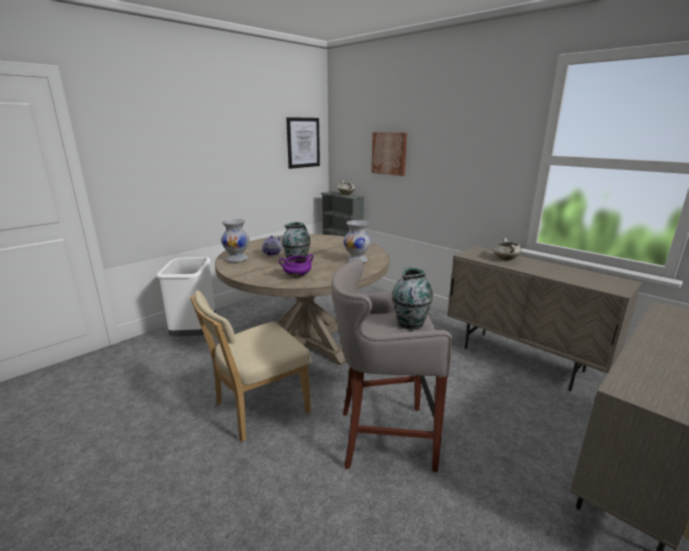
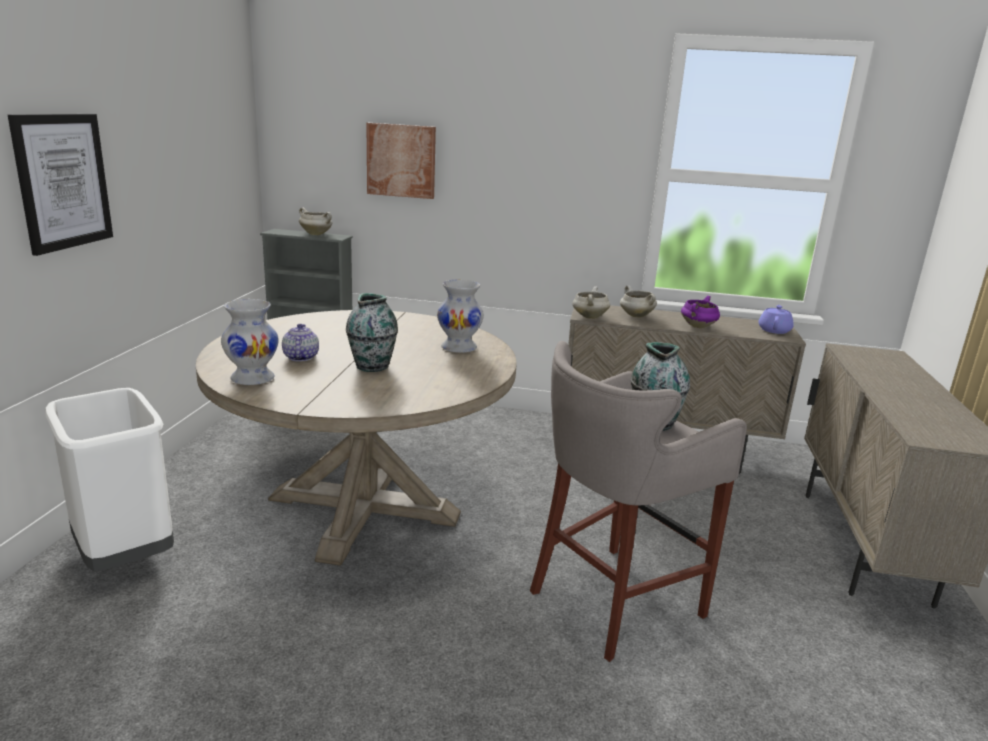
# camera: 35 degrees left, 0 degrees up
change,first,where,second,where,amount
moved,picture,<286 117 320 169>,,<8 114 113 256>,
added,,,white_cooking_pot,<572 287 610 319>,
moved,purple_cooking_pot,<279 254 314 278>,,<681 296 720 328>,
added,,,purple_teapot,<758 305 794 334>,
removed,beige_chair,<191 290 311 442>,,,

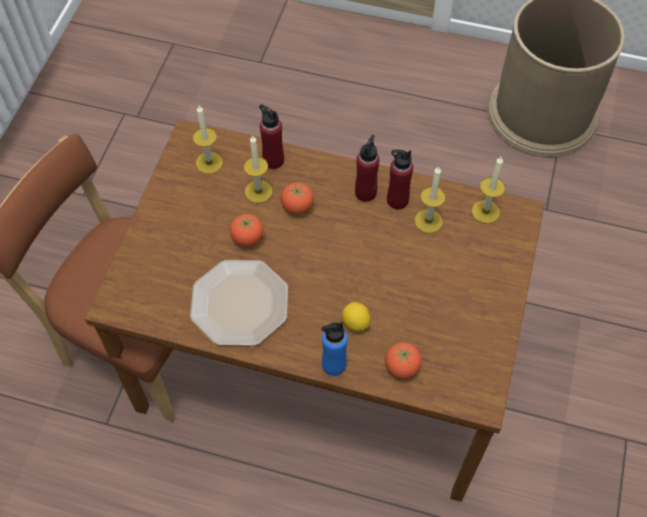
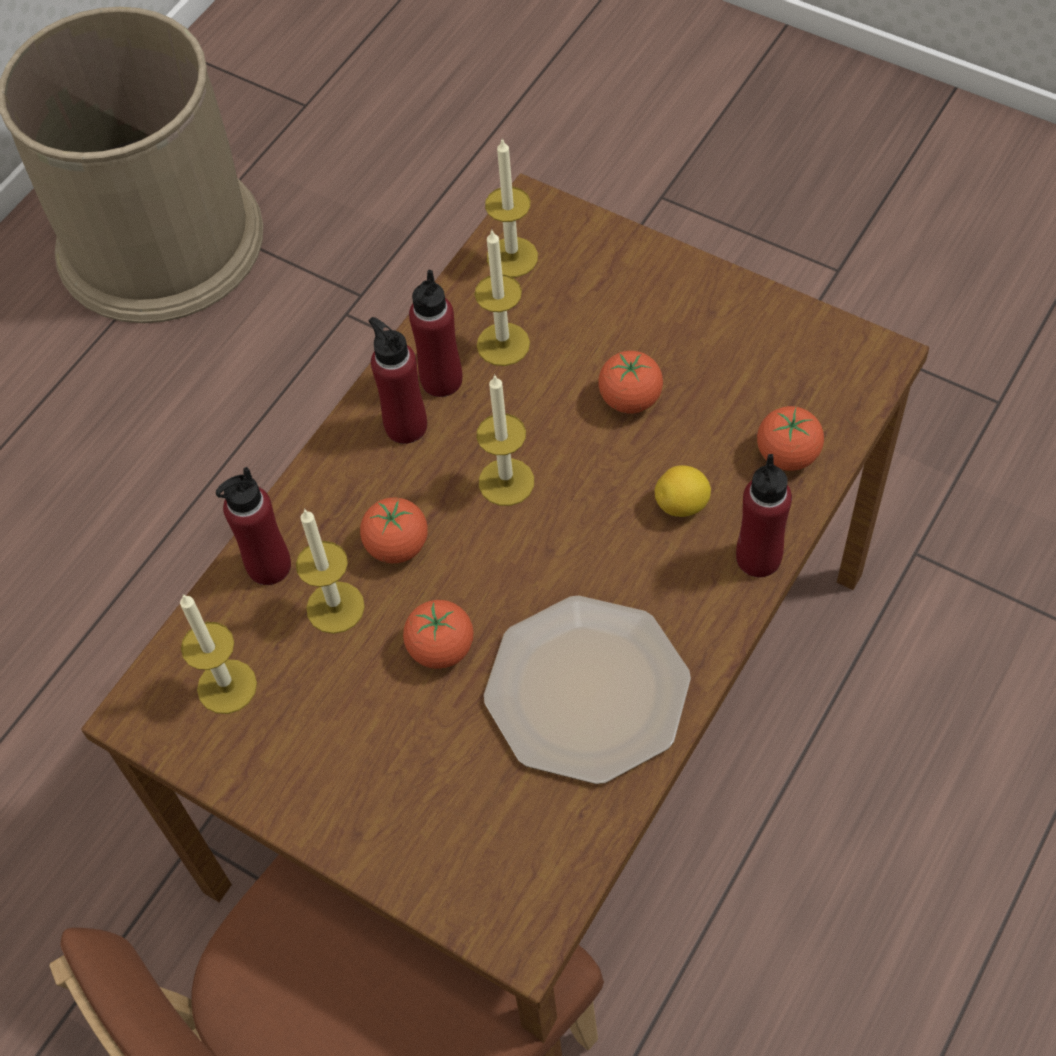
# camera: 70 degrees left, 0 degrees up
change,first,where,second,where,amount
added,,,candle,<477 374 534 506>,
added,,,tomato,<598 351 663 414>,
recoloured,blue_bottle,<321 322 348 376>,red_bottle,<736 454 792 577>,

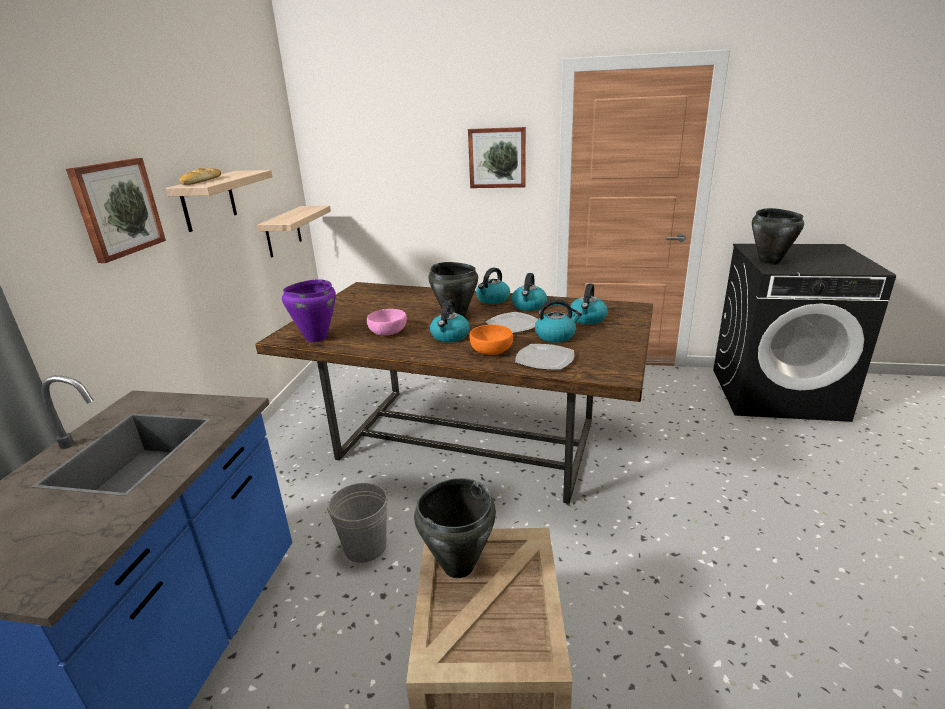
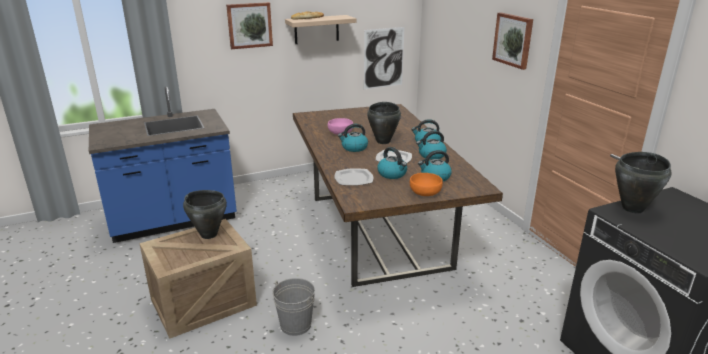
# camera: 55 degrees right, 0 degrees up
change,first,where,second,where,amount
moved,grey_bucket,<325 483 391 563>,,<272 278 315 336>,
replaced,shelf,<257 206 331 258>,picture,<364 27 404 89>,
moved,orange_bowl,<469 325 513 355>,,<410 173 443 196>,
removed,purple_cooking_pot,<282 279 336 342>,,,

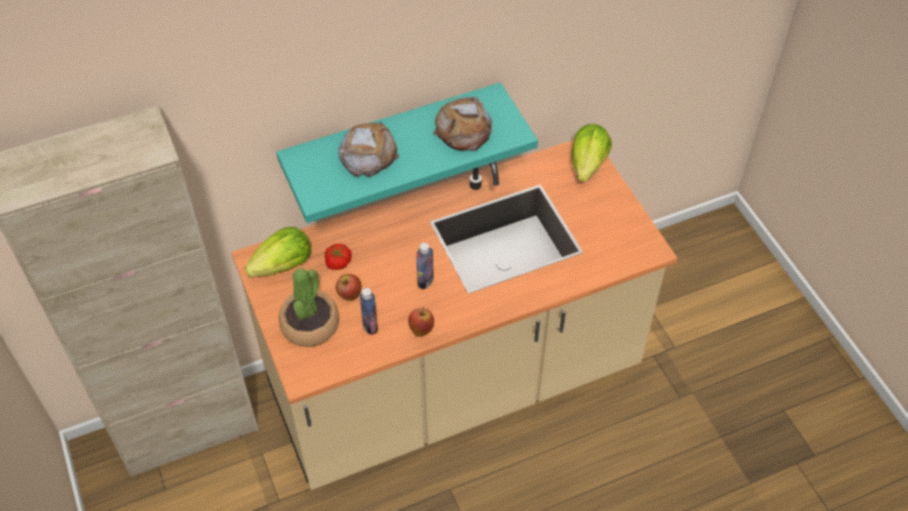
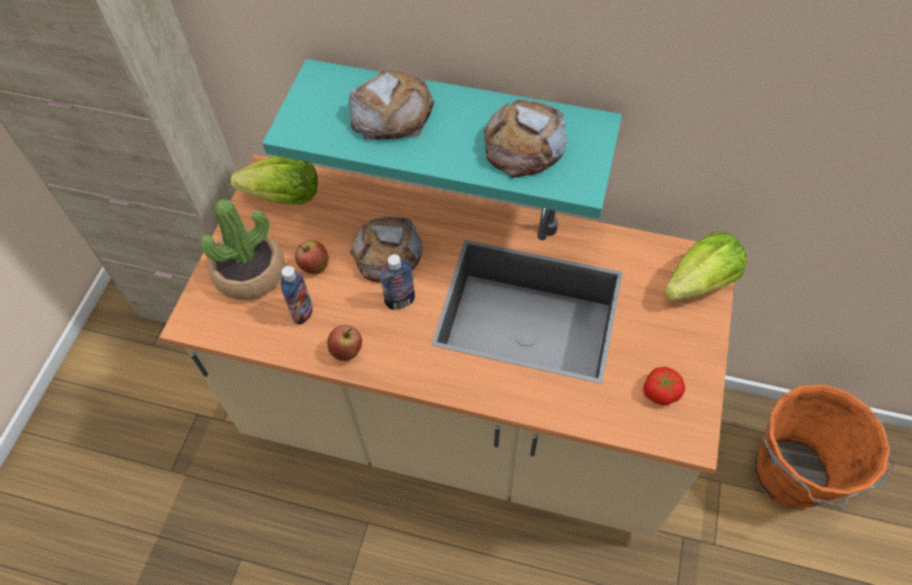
# camera: 40 degrees right, 5 degrees up
change,first,where,second,where,amount
added,,,bread,<350 216 423 283>,
moved,tomato,<325 244 352 270>,,<643 367 685 405>,
added,,,orange_bucket,<755 384 894 510>,

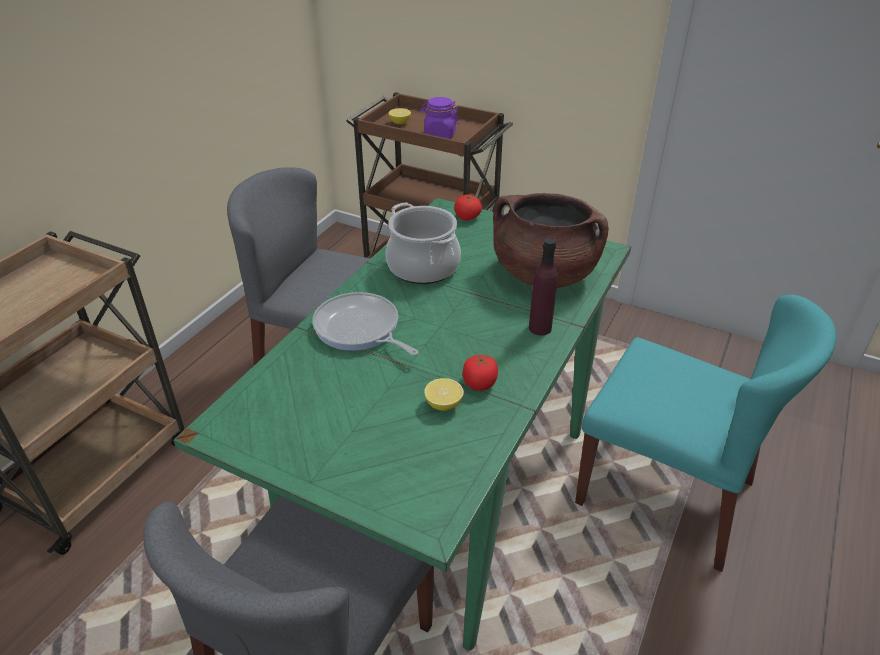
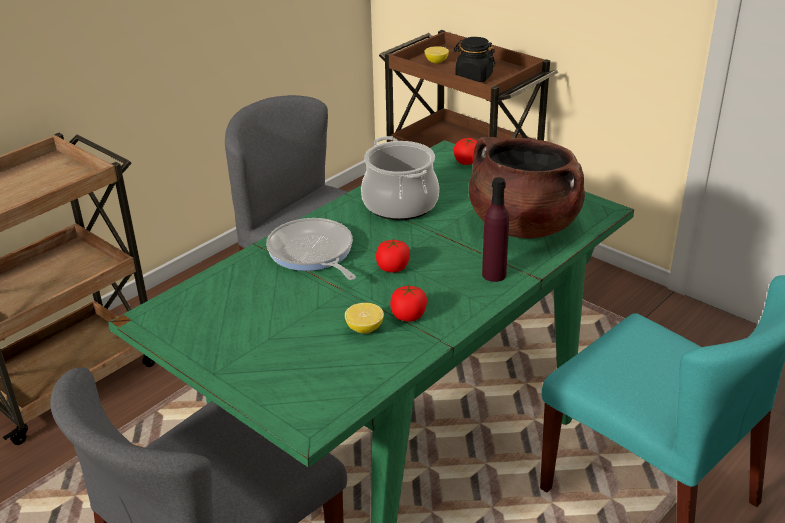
# camera: 15 degrees right, 5 degrees down
change,first,where,second,where,amount
added,,,tomato,<376 239 410 273>,
recoloured,purple_jar,<420 97 459 139>,black_jar,<454 37 496 82>,

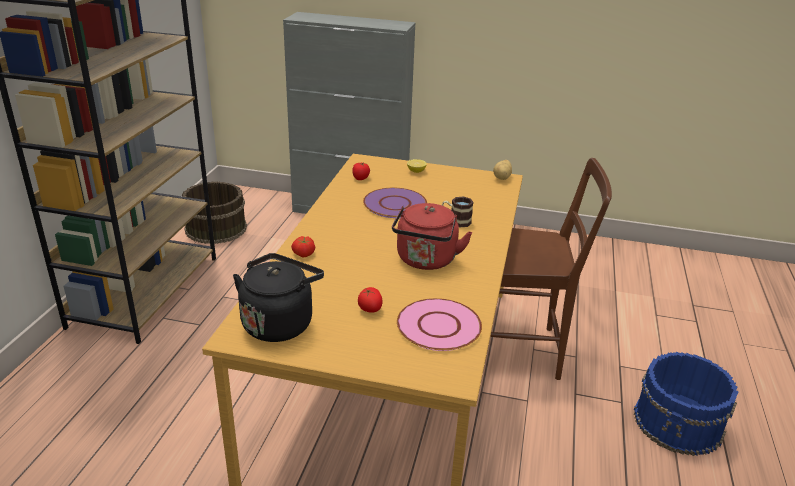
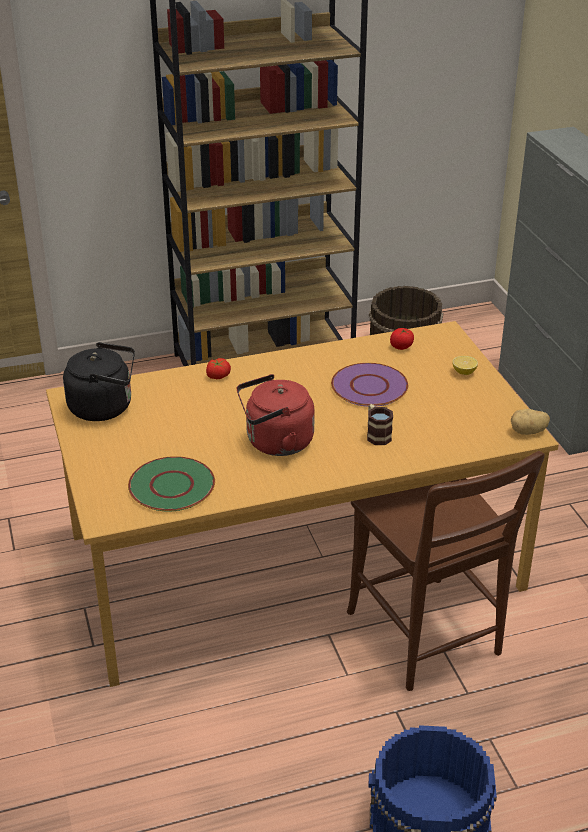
# camera: 60 degrees right, 5 degrees up
change,first,where,second,where,amount
recoloured,pink_plate,<397 298 482 351>,green_plate,<128 456 215 512>,
removed,tomato,<358 287 382 313>,,,

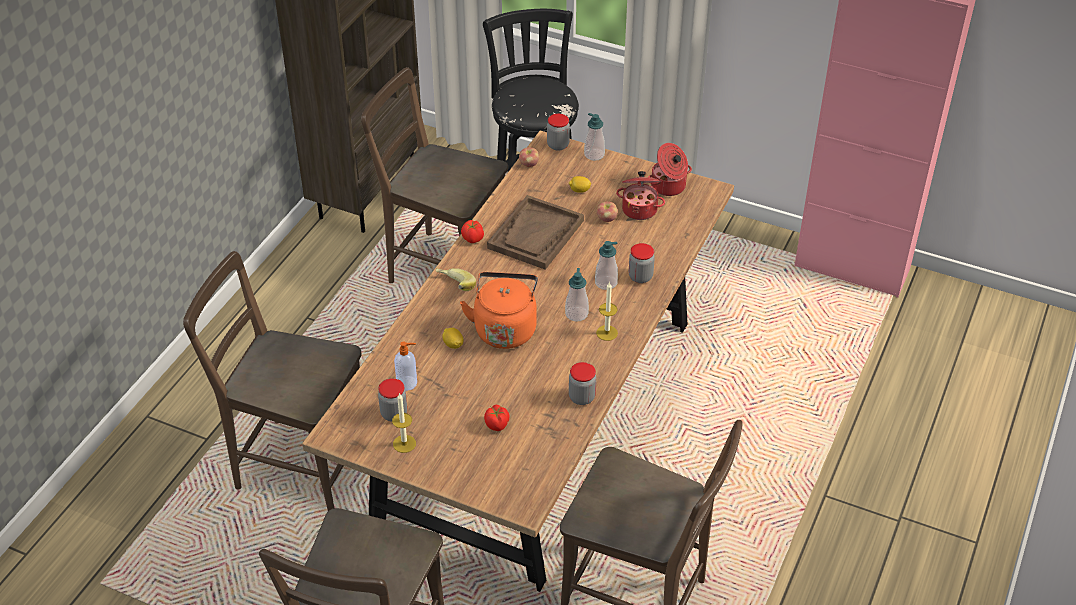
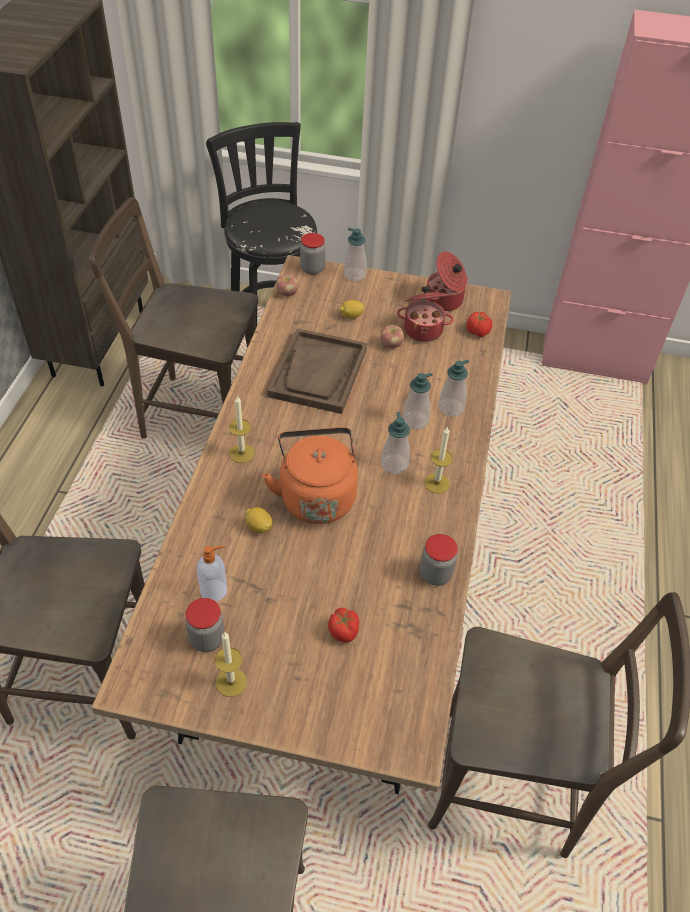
# camera: 15 degrees left, 5 degrees up
change,first,where,second,where,amount
replaced,banana,<436 268 476 291>,candle,<229 395 255 463>,
replaced,jar,<629 243 655 283>,soap_dispenser,<439 359 469 416>,
moved,tomato,<461 220 484 243>,,<467 312 492 337>,

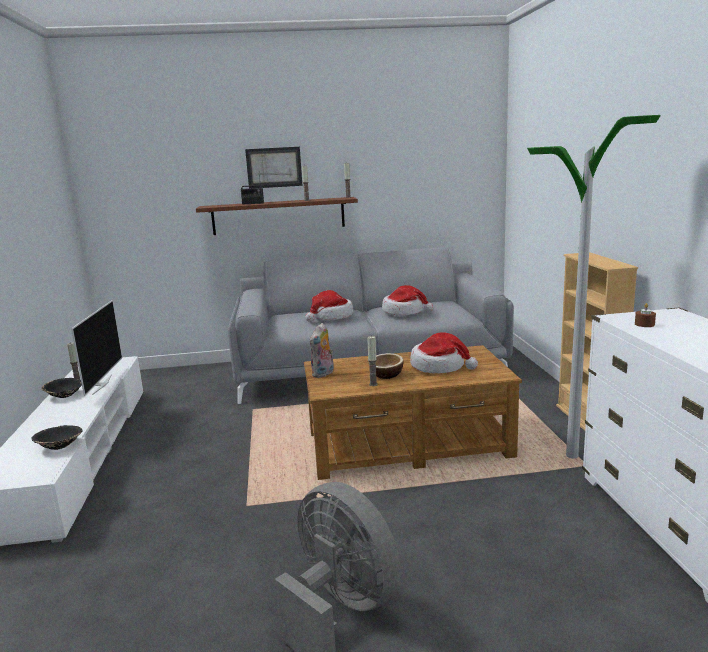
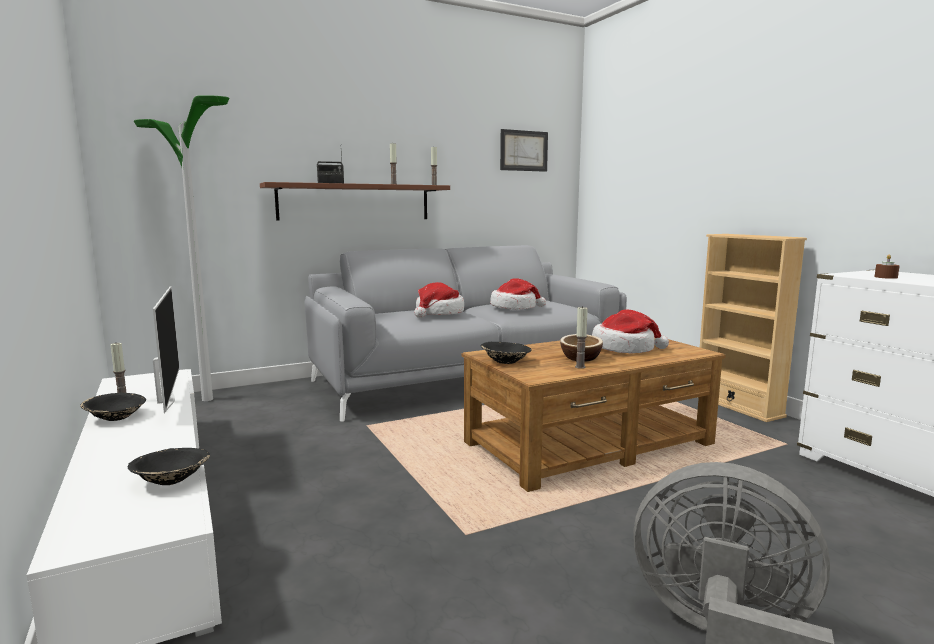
# camera: 20 degrees left, 5 degrees down
change,first,where,second,where,amount
moved,floor_lamp,<527 115 661 459>,,<134 95 229 401>,
replaced,plush_toy,<310 323 334 378>,black_bowl,<481 342 532 364>,
moved,picture,<245 147 303 188>,,<500 129 548 172>,

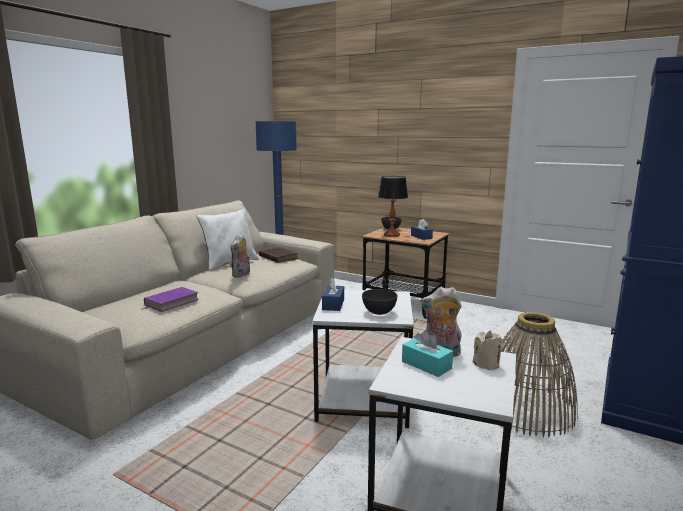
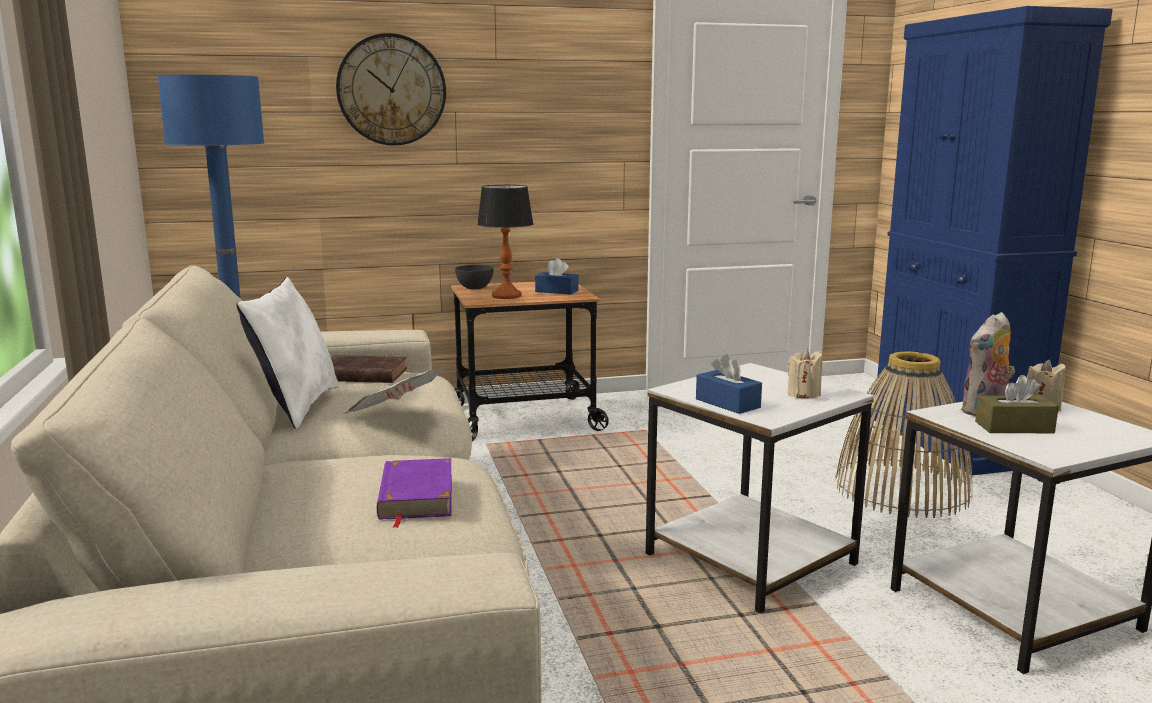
# camera: 45 degrees left, 0 degrees up
change,first,where,second,where,amount
added,,,wall_clock,<336 33 446 146>,
replaced,plush_toy,<231 233 250 278>,newspaper,<345 369 444 413>,
replaced,grey_bowl,<362 289 397 315>,beige_candle,<787 348 823 398>,
recoloured,turquoise_tissue_box,<402 330 453 377>,brown_tissue_box,<975 375 1059 433>,

